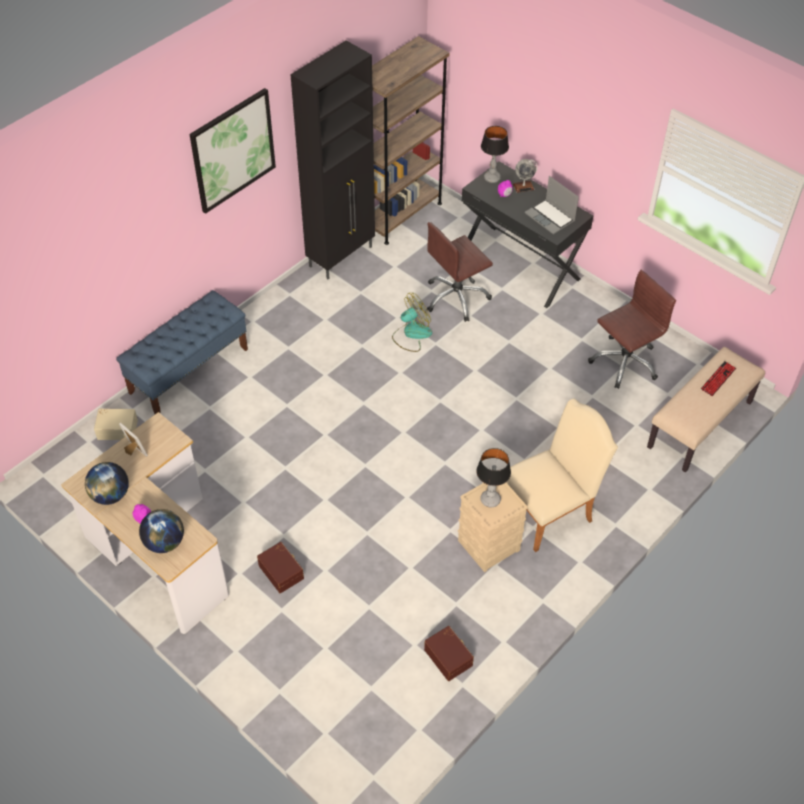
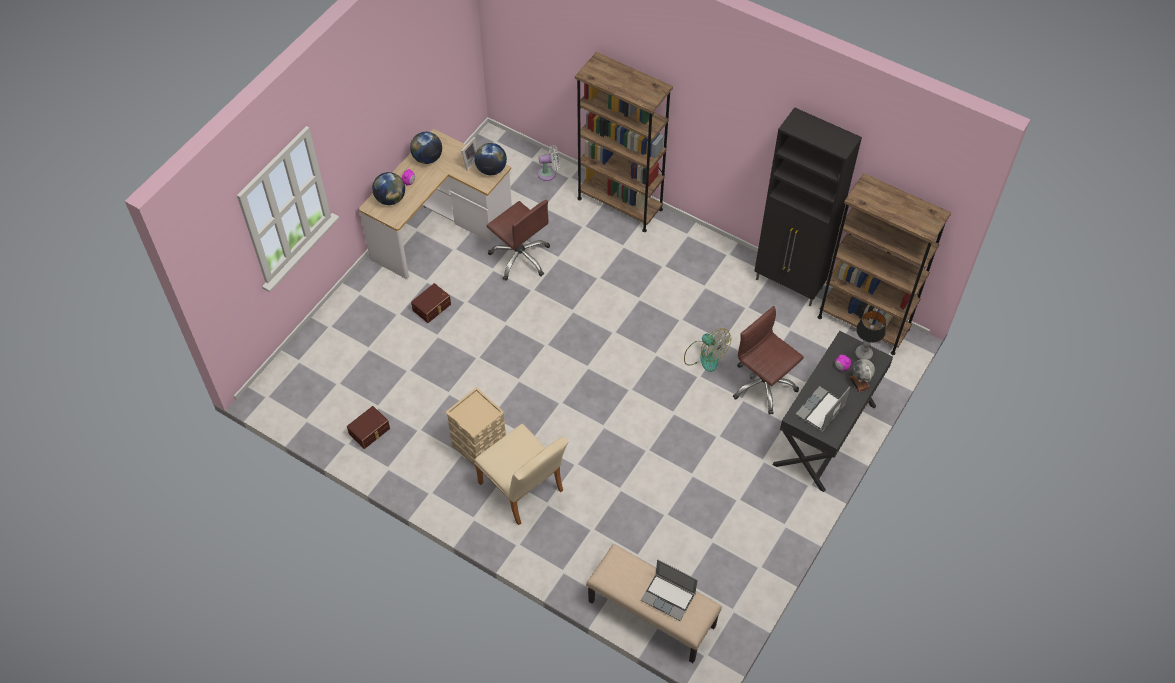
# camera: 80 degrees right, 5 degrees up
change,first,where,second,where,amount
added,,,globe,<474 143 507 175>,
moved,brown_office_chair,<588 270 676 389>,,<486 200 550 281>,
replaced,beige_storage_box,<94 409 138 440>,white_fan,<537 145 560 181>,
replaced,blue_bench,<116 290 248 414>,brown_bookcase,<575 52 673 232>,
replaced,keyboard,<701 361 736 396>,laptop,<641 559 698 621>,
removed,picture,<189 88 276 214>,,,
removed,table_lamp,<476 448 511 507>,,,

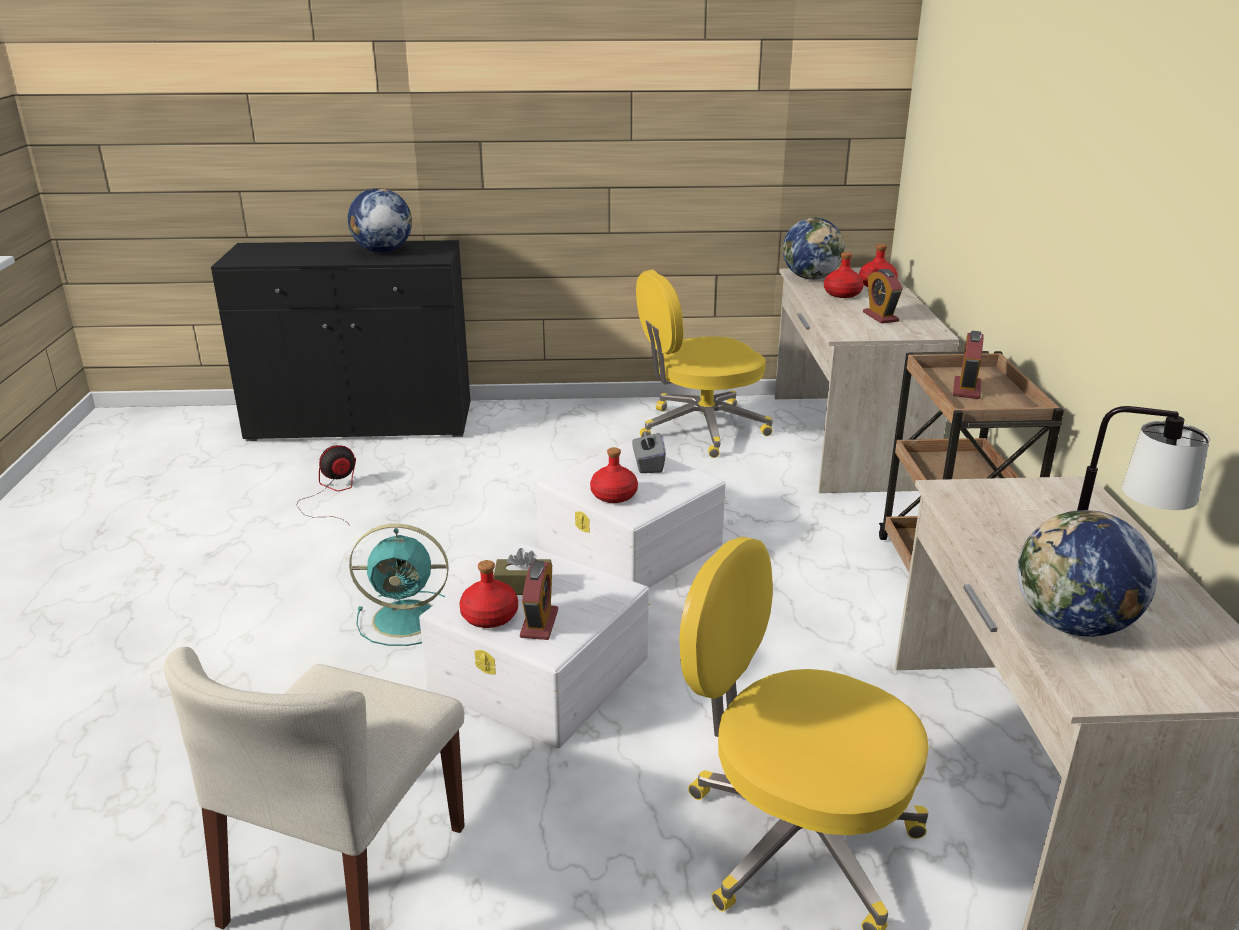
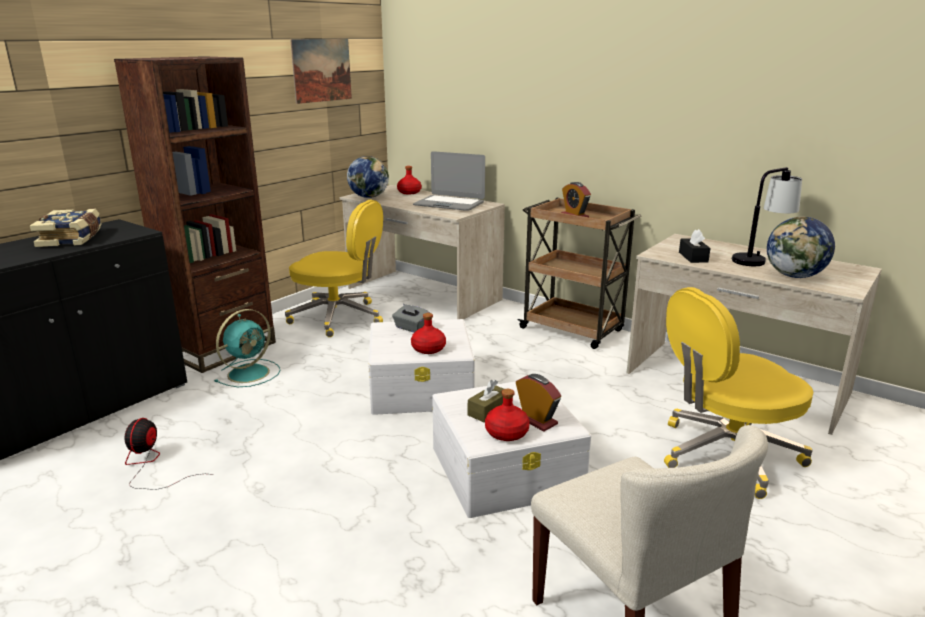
# camera: 50 degrees left, 5 degrees down
change,first,where,second,where,amount
replaced,globe,<348 188 412 253>,book,<30 209 102 247>,
added,,,brown_bookcase,<114 56 276 373>,
moved,turquoise_fan,<349 524 449 646>,,<214 309 281 387>,
turned,yellow_office_chair,<636 270 773 458>,,<285 199 383 337>,90 degrees counterclockwise
added,,,picture,<290 39 352 104>,
replaced,alarm_clock,<863 269 903 323>,laptop,<413 151 485 211>,
added,,,black_tissue_box,<679 229 710 263>,
removed,red_bottle,<824 252 864 298>,,,

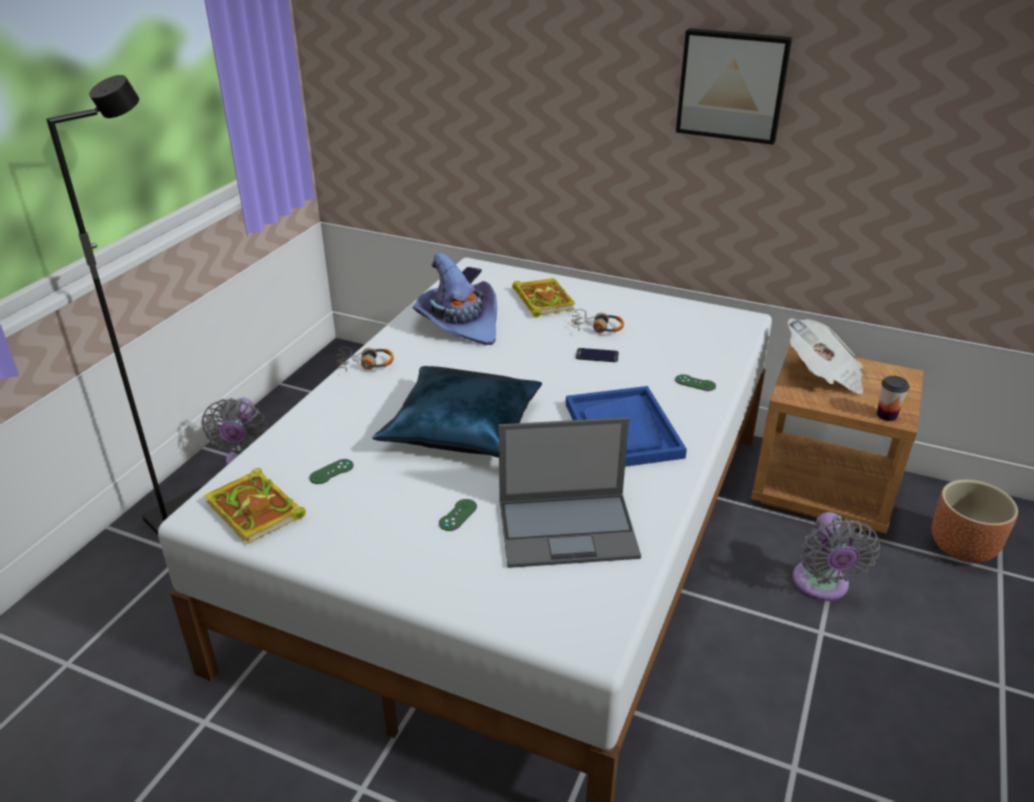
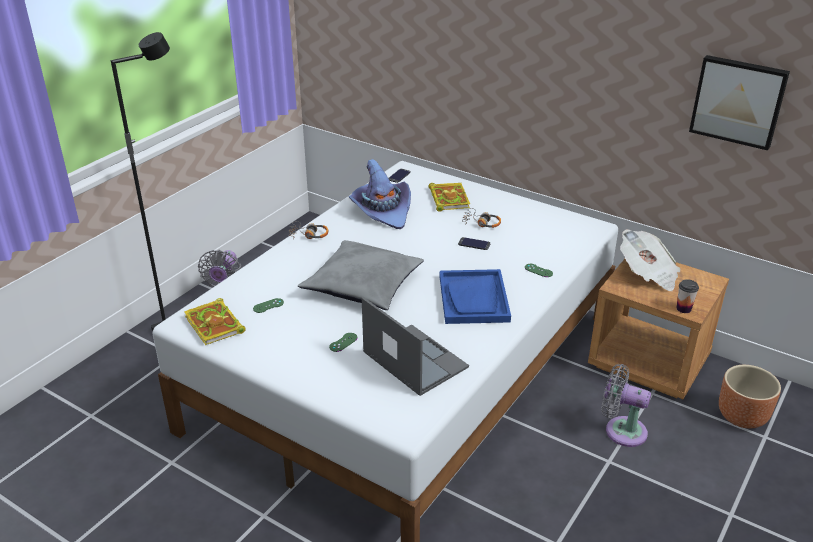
# camera: 10 degrees right, 0 degrees up
change,first,where,second,where,amount
recoloured,blue_pillow,<372 366 542 458>,grey_pillow,<298 240 424 310>,
turned,laptop,<499 417 641 568>,,<362 297 469 396>,135 degrees counterclockwise
turned,grey_fan,<792 512 880 601>,,<601 364 651 447>,105 degrees clockwise
moved,picture,<676 28 792 145>,,<689 55 790 151>,

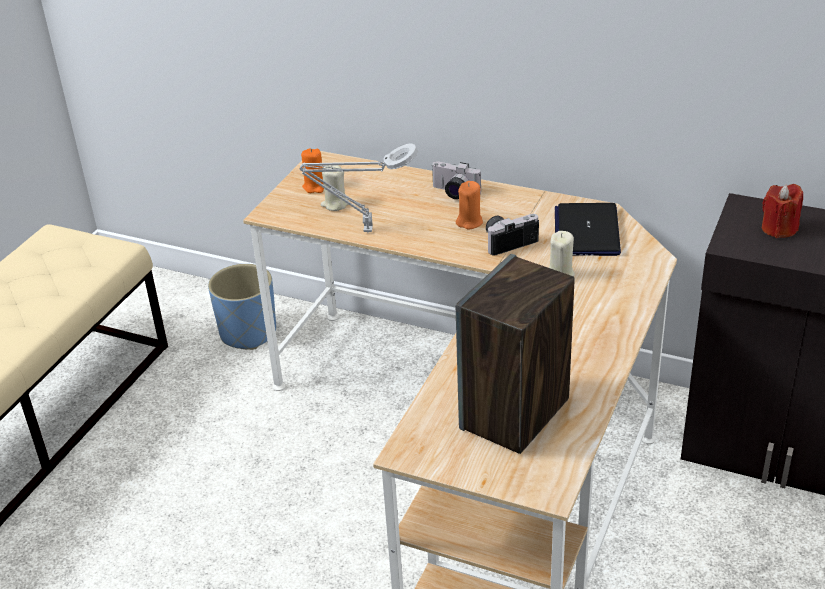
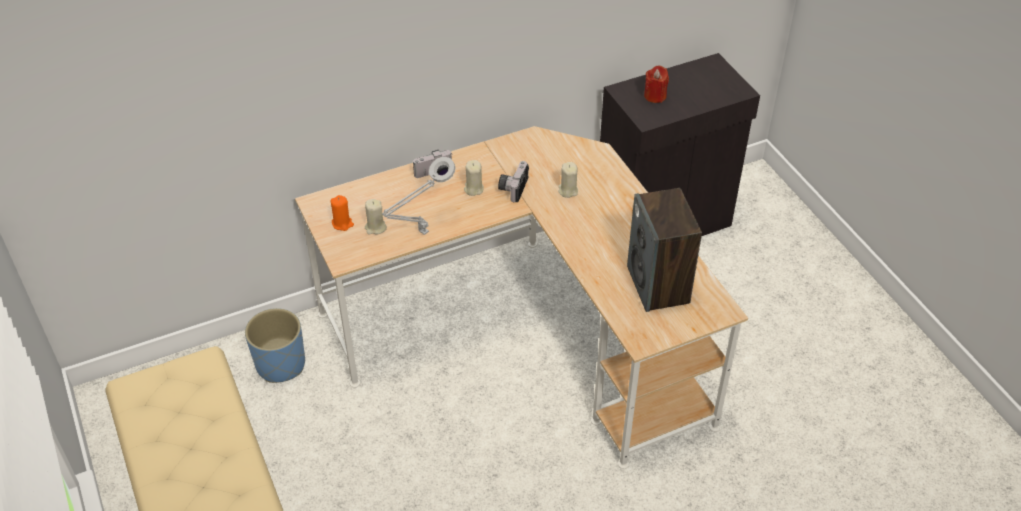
# camera: 50 degrees left, 10 degrees up
change,first,where,second,where,amount
recoloured,orange_candle,<456 181 483 229>,beige_candle,<464 160 484 196>,
removed,laptop,<555 203 621 256>,,,

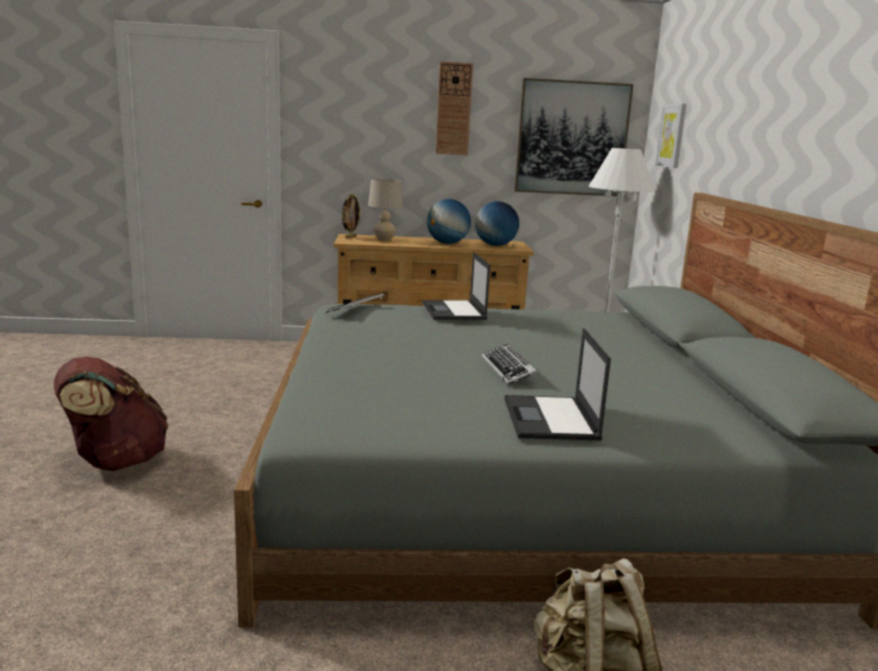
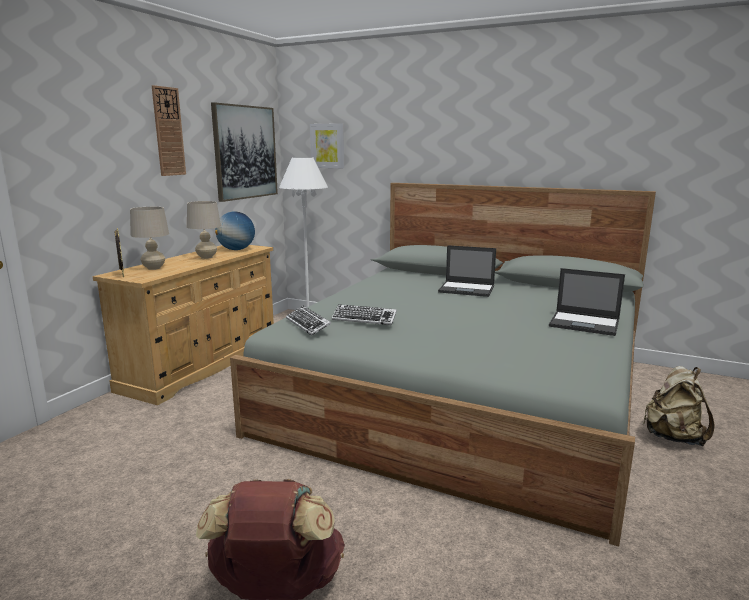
# camera: 60 degrees left, 0 degrees up
change,first,where,second,where,amount
replaced,globe,<427 199 471 244>,beige_table_lamp,<187 201 221 259>,
moved,keyboard,<482 344 538 385>,,<332 304 397 325>,
moved,laptop,<423 252 490 320>,,<438 245 496 297>,

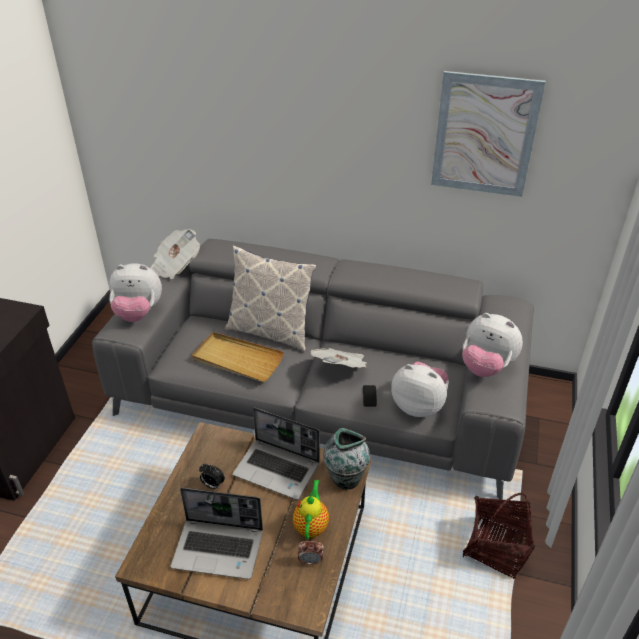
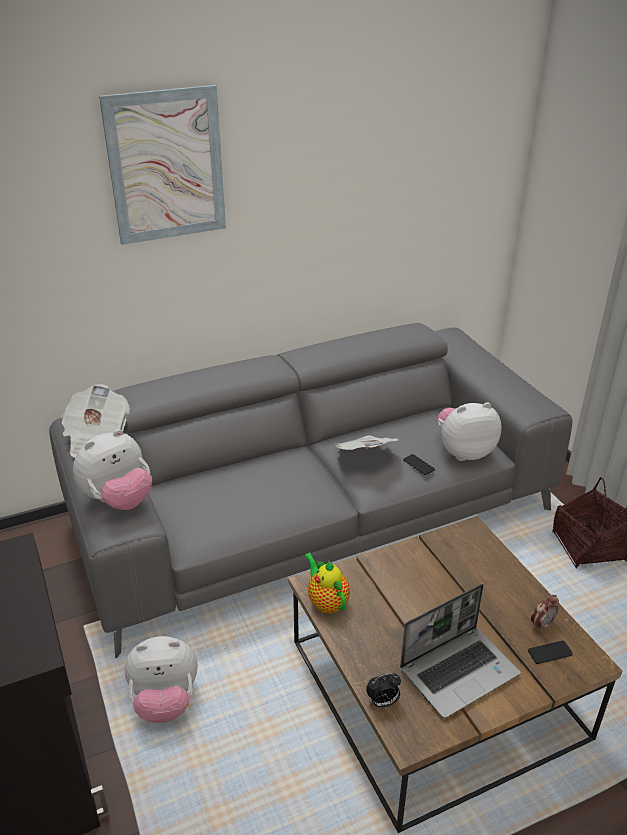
# camera: 40 degrees left, 5 degrees down
change,first,where,second,where,amount
moved,picture,<431 71 546 197>,,<99 85 226 245>,
moved,plush_toy,<462 313 523 377>,,<124 636 198 723>,
moved,teapot,<293 480 329 540>,,<304 552 350 614>,
moved,alarm_clock,<199 464 225 489>,,<366 673 401 707>,
added,,,phone,<528 641 573 664>,
removed,beige_tray,<192 332 284 382>,,,
removed,pillow,<225 245 317 352>,,,
removed,laptop,<233 407 320 500>,,,
removed,vase,<323 428 370 489>,,,

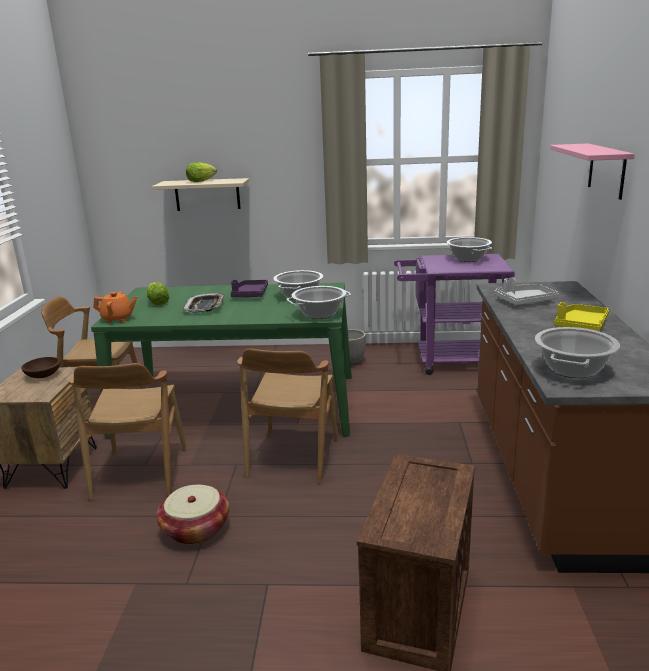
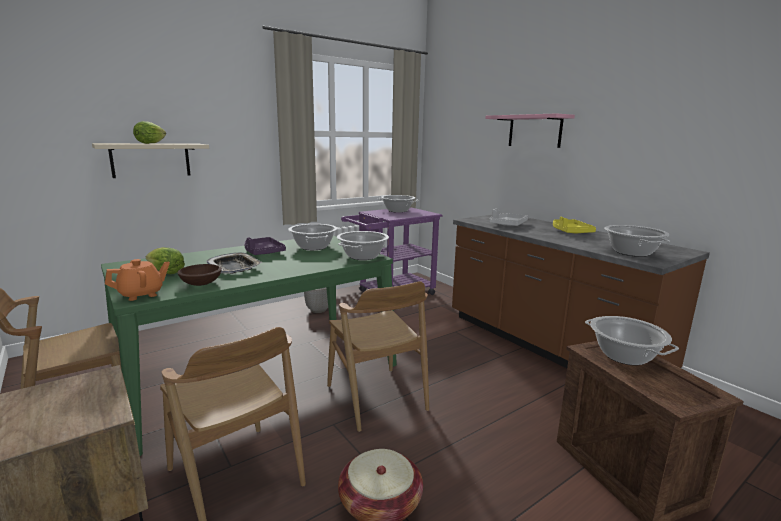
# camera: 40 degrees left, 5 degrees down
change,first,where,second,where,amount
moved,brown_bowl,<21 357 60 378>,,<177 264 222 286>,
added,,,cooking_pot,<585 316 679 365>,

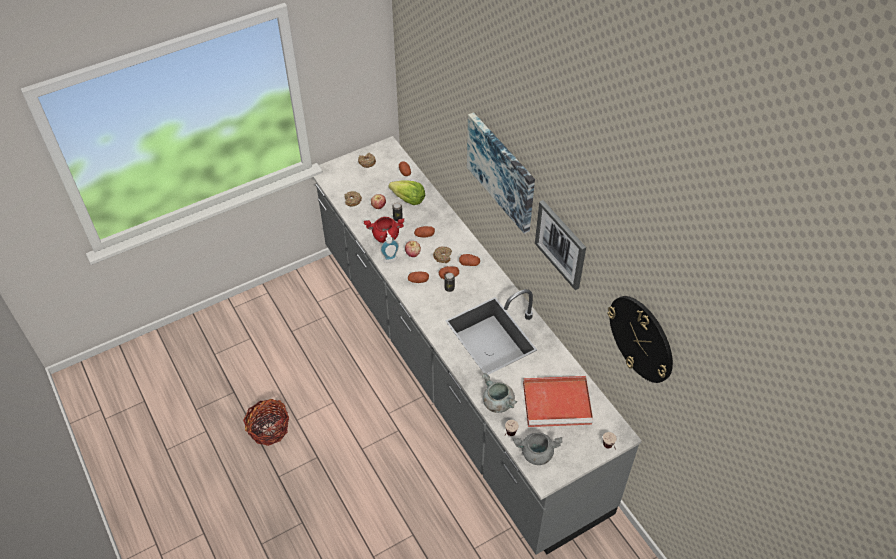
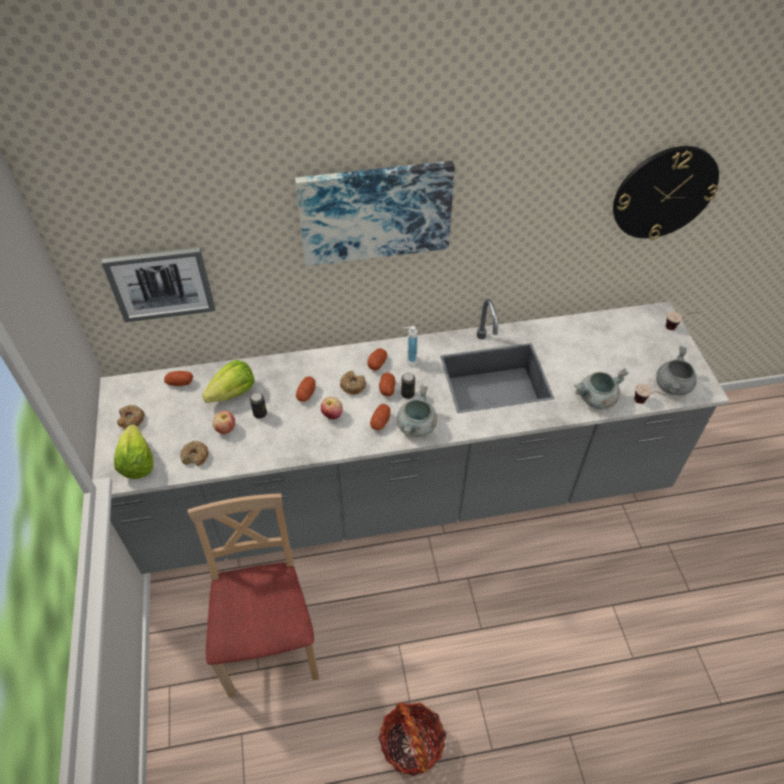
# camera: 70 degrees left, 0 degrees up
change,first,where,second,where,amount
moved,picture,<535 200 586 290>,,<102 248 215 322>,
added,,,lettuce,<114 425 154 479>,
added,,,beige_chair,<188 493 319 697>,
added,,,grey_cooking_pot,<397 385 437 437>,
moved,soap_dispenser,<380 231 399 263>,,<403 326 418 368>,
removed,red_cooking_pot,<364 217 404 243>,,,
removed,red_tray,<523 376 593 427>,,,

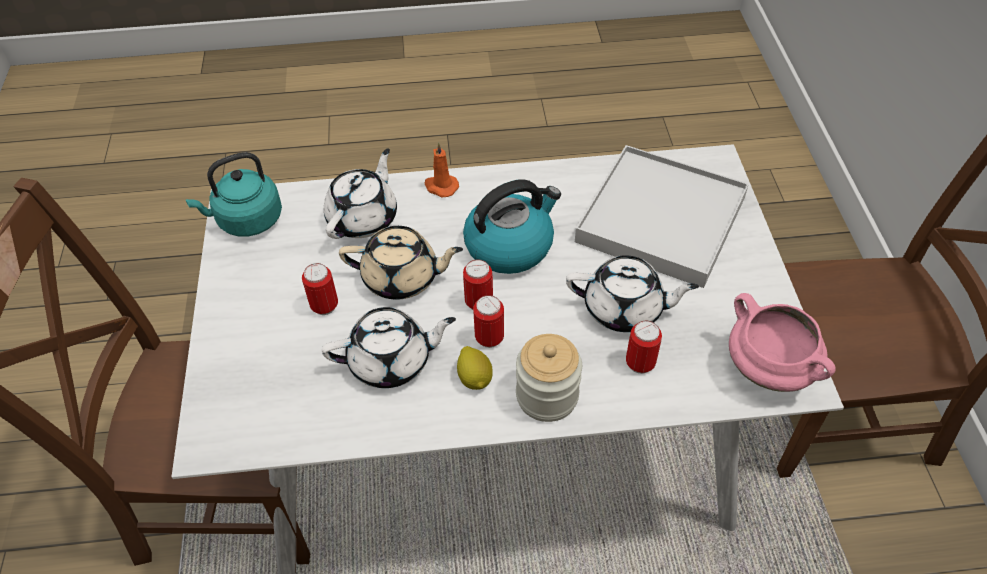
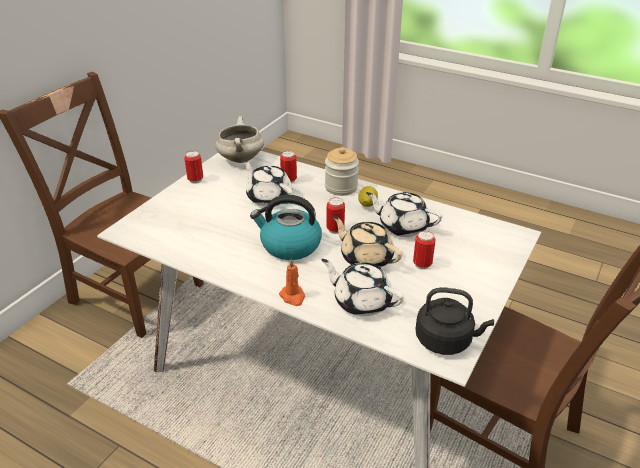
# camera: 145 degrees left, 15 degrees down
change,first,where,second,where,amount
moved,can,<473 295 504 348>,,<184 151 203 184>,
recoloured,pink_cooking_pot,<729 293 836 392>,white_cooking_pot,<215 116 264 163>,
turned,white_teapot,<324 148 397 239>,,<321 259 404 316>,60 degrees clockwise
recoloured,turquoise_kettle,<186 152 282 237>,black_kettle,<415 287 494 355>,
removed,white_tray,<575 145 749 288>,,,

